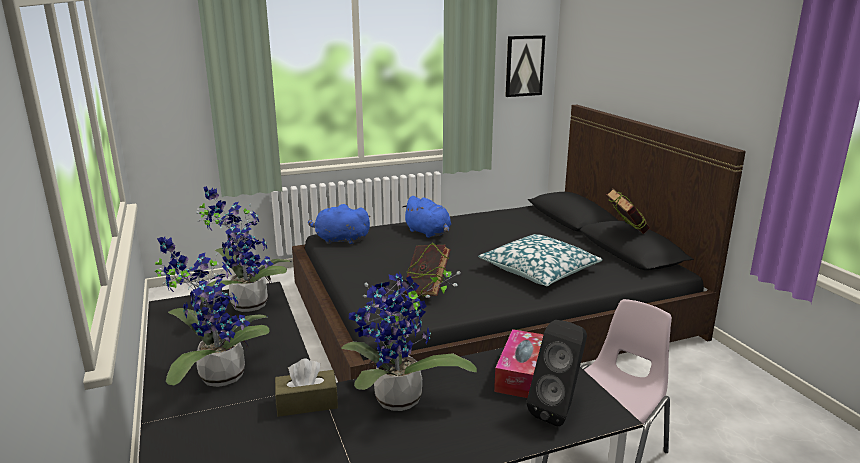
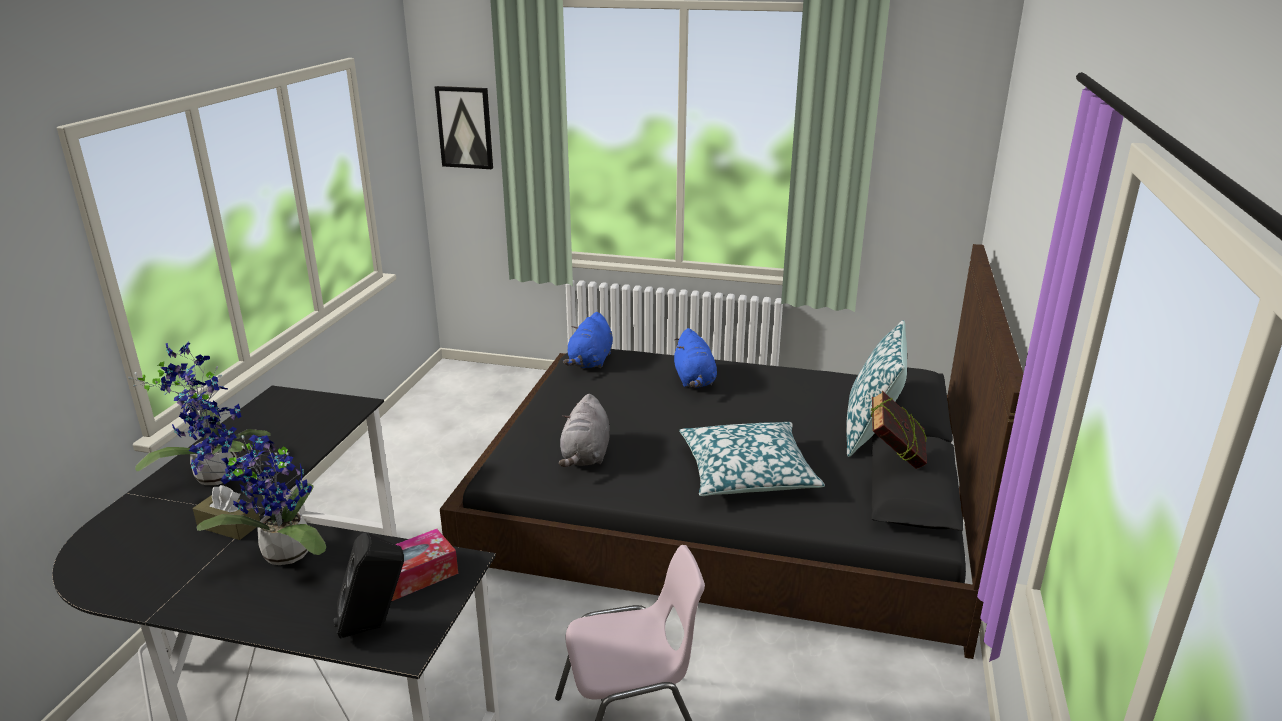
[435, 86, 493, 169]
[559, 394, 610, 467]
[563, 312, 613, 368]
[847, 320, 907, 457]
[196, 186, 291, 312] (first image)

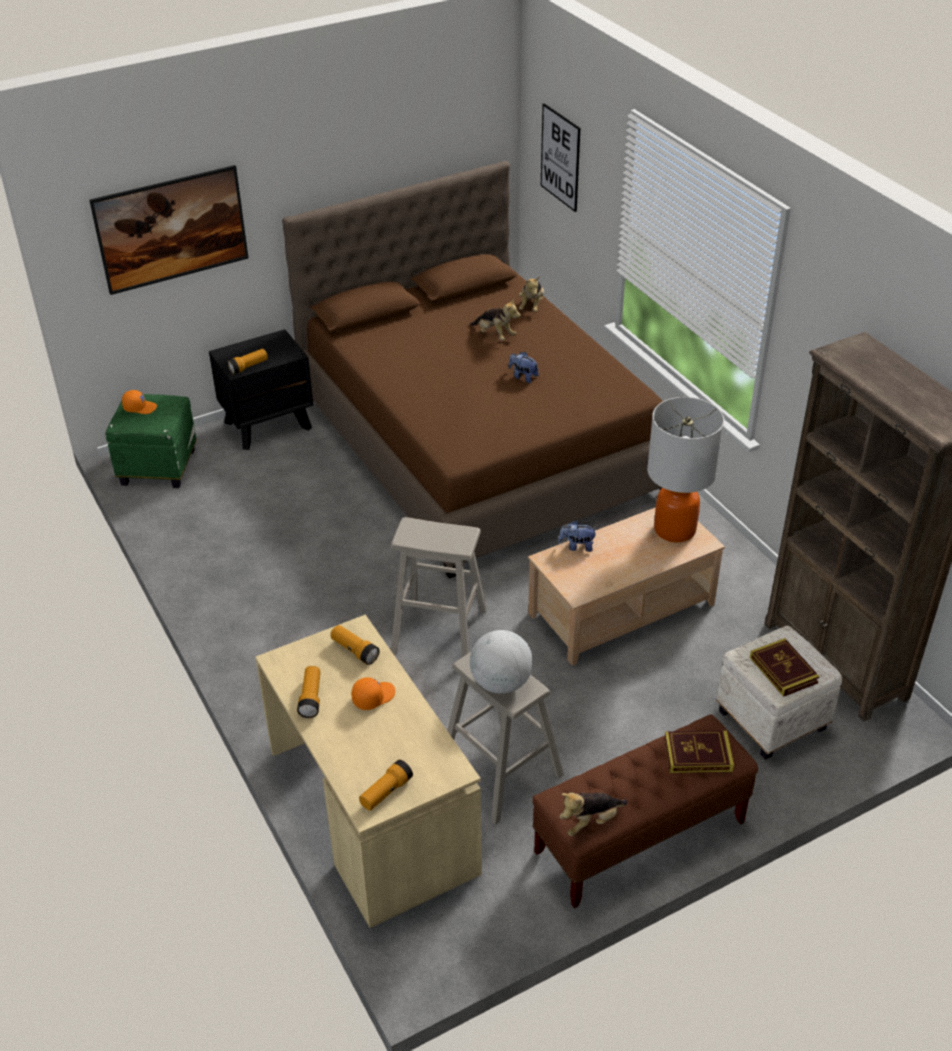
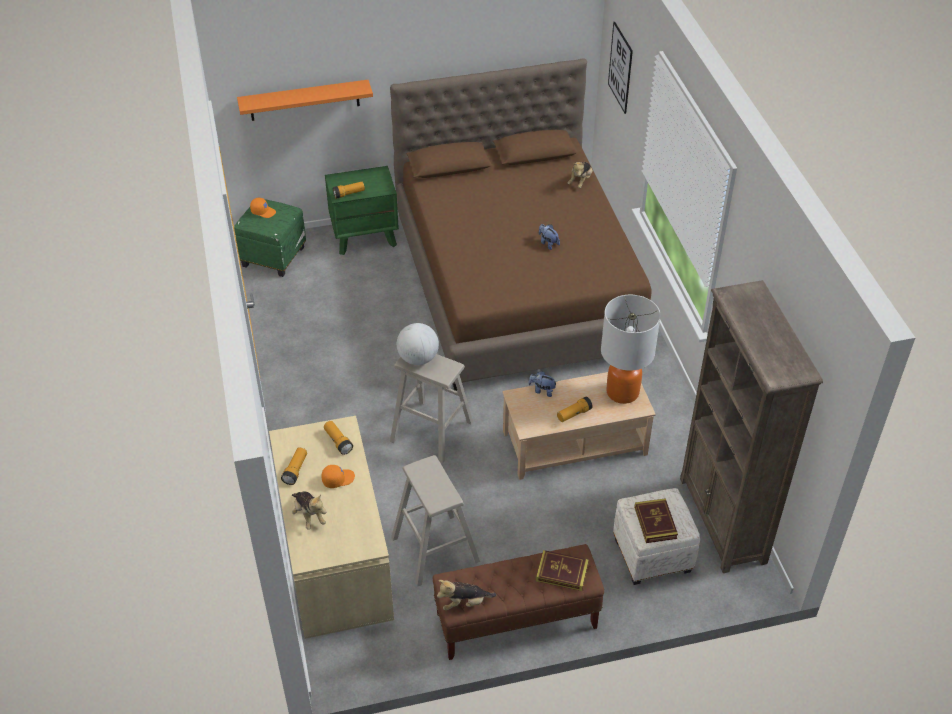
[237, 80, 373, 121]
[292, 492, 326, 530]
[325, 166, 399, 255]
[397, 323, 439, 365]
[557, 397, 593, 422]

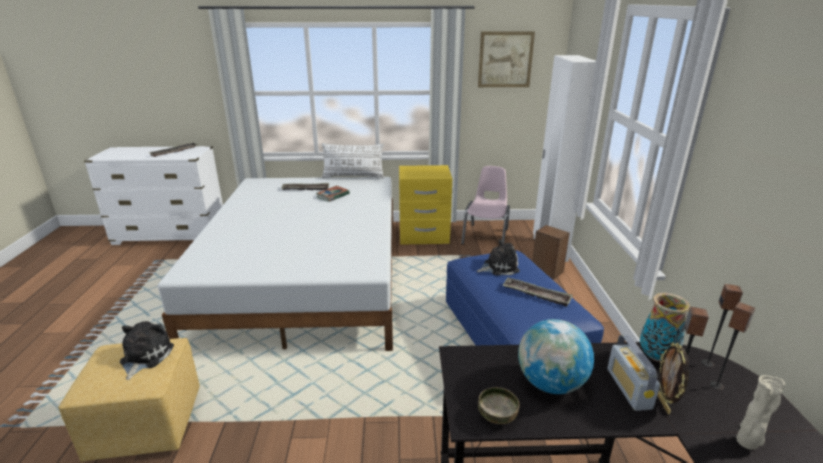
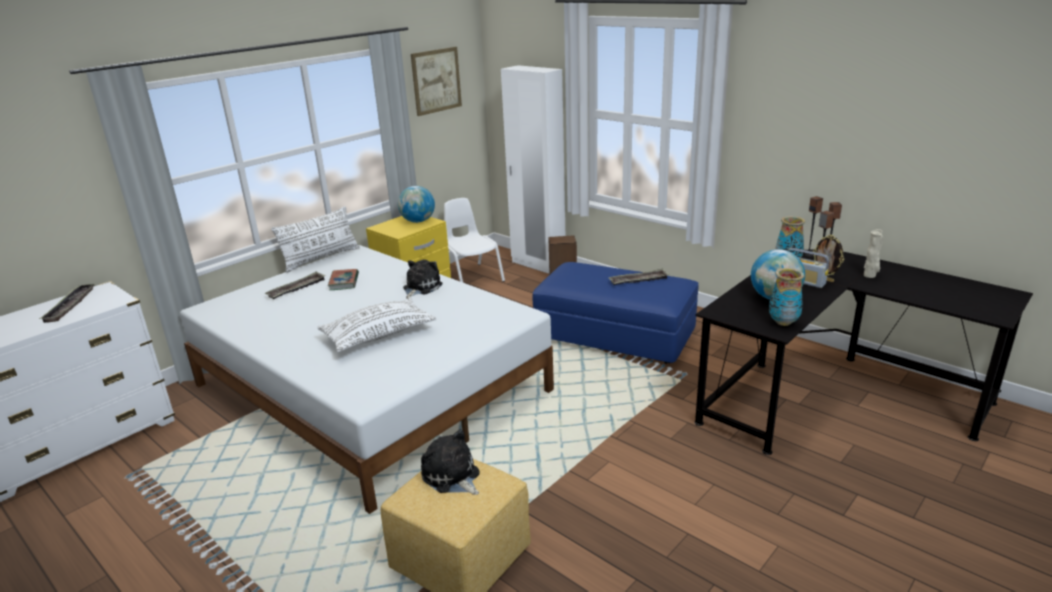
[317, 298, 436, 352]
[398, 186, 435, 223]
[403, 259, 443, 299]
[444, 198, 505, 282]
[769, 268, 804, 326]

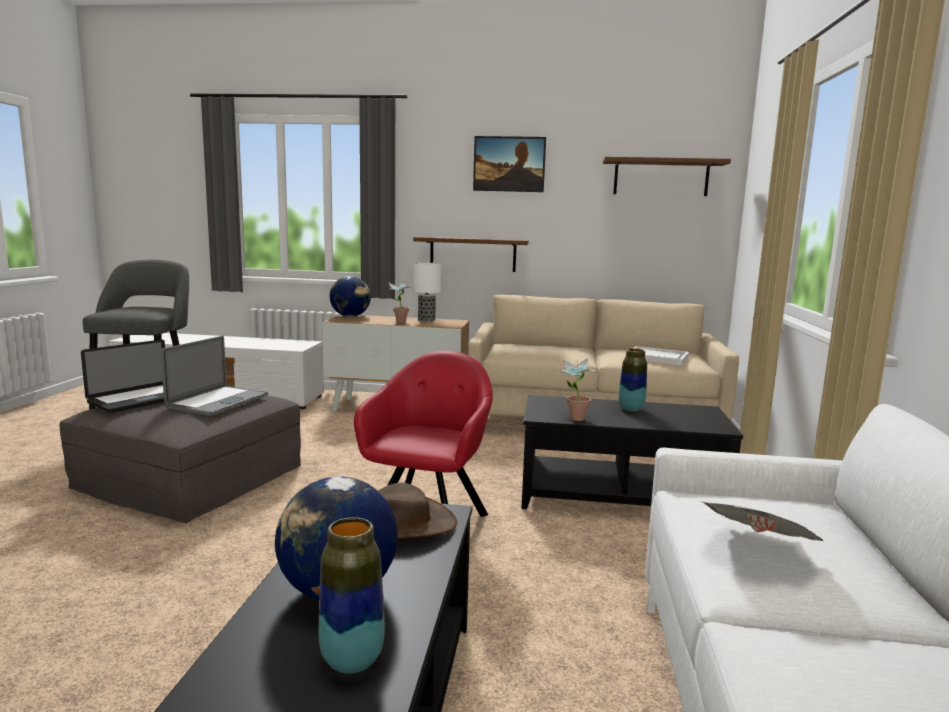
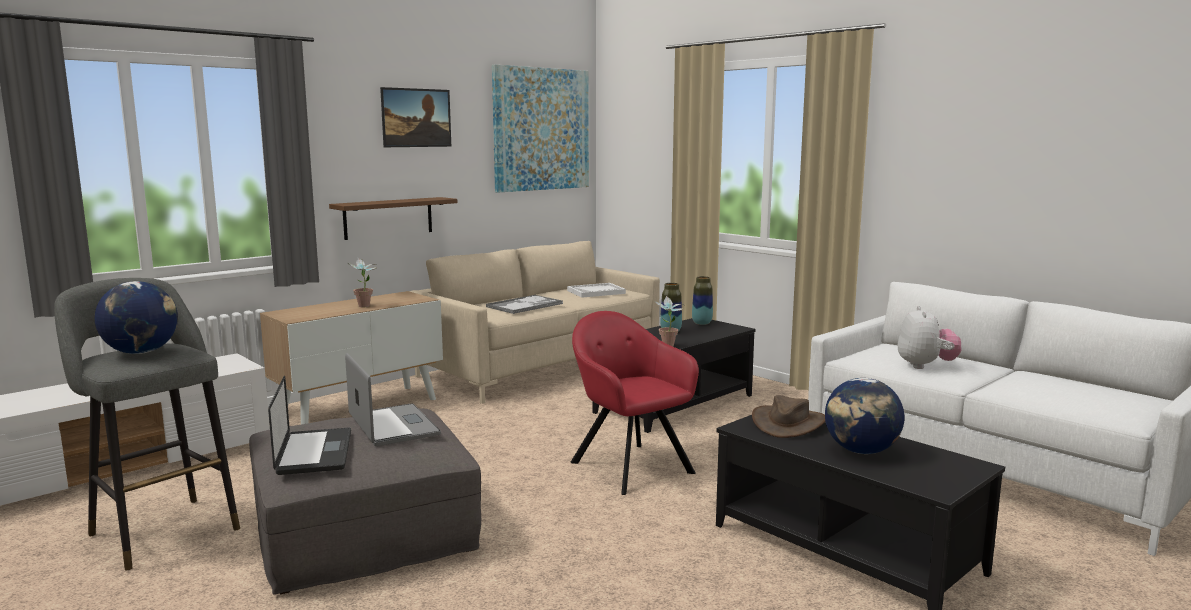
[95, 281, 178, 354]
[486, 295, 563, 314]
[492, 65, 589, 192]
[692, 276, 713, 325]
[898, 306, 961, 369]
[413, 262, 442, 322] (first image)

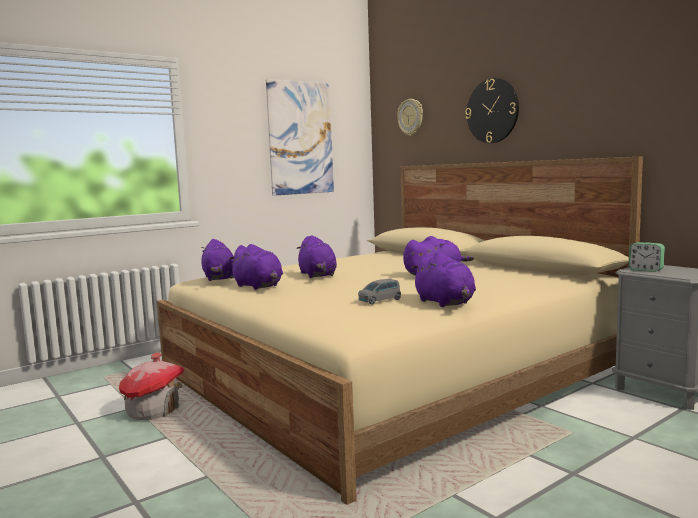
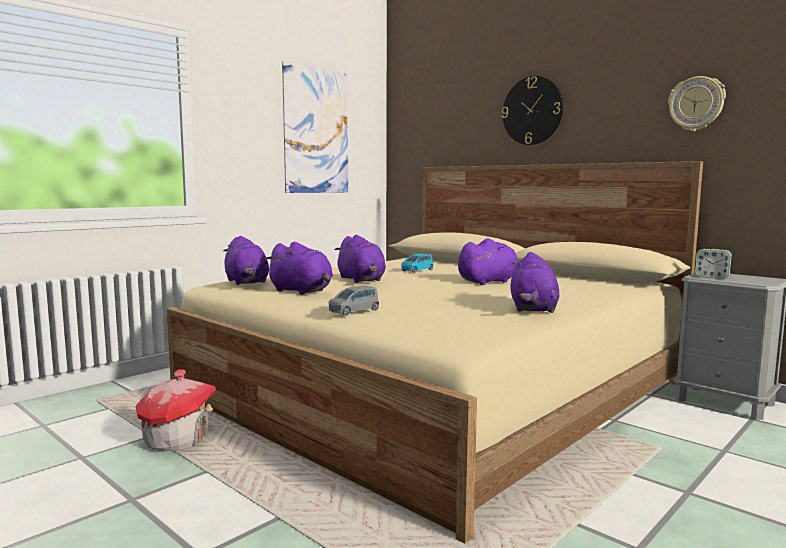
[329, 286, 379, 316]
[401, 254, 433, 273]
[510, 252, 559, 313]
[668, 76, 726, 132]

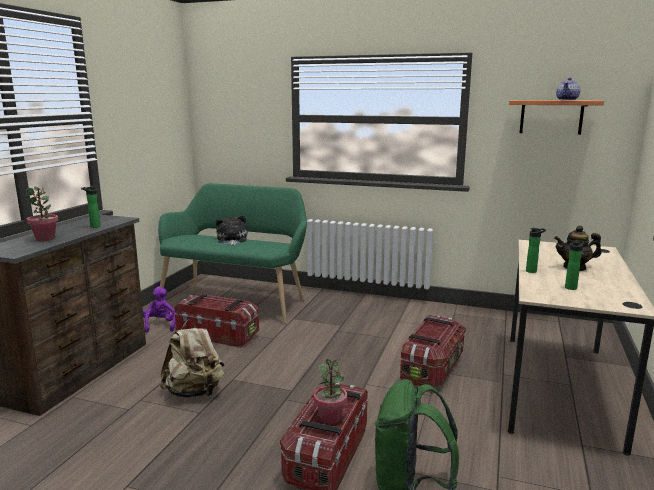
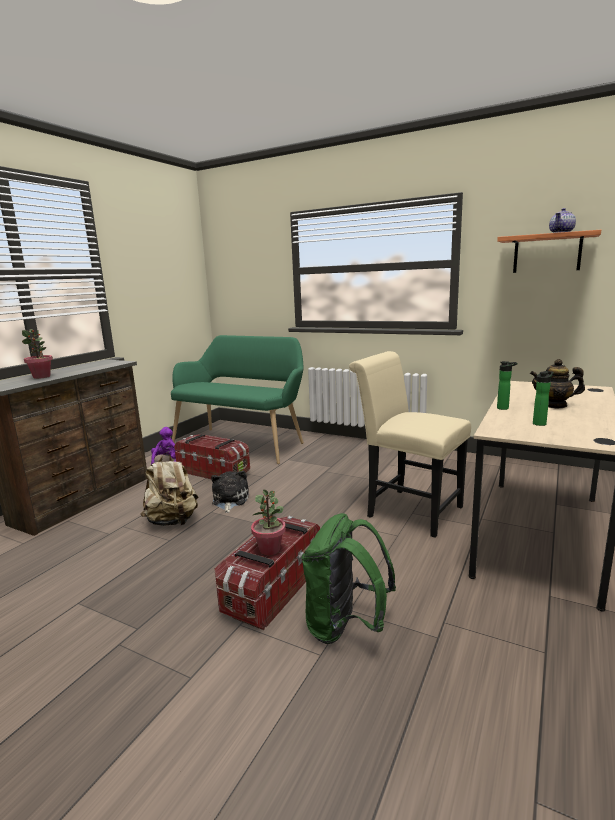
[211, 471, 249, 513]
[349, 351, 471, 538]
[81, 186, 101, 228] (first image)

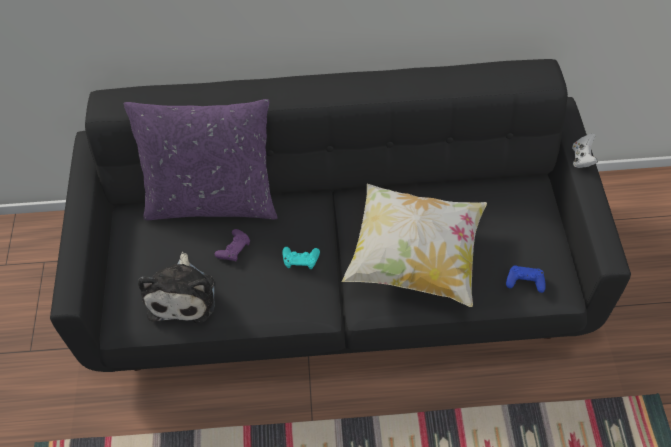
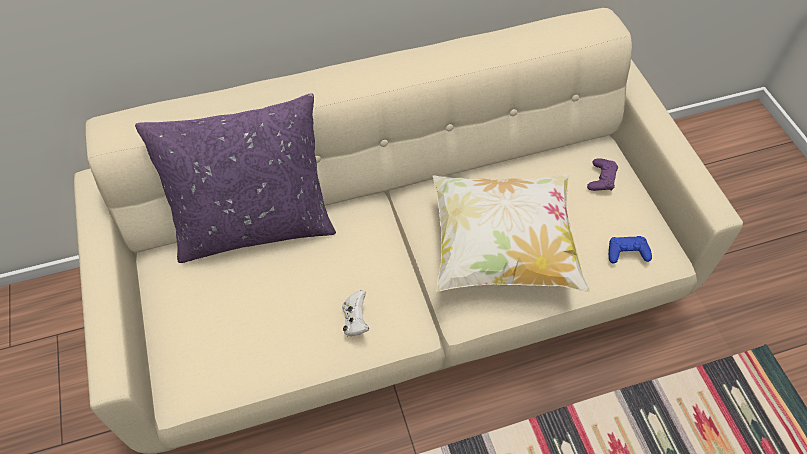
[74, 8, 743, 454]
[342, 290, 369, 336]
[587, 159, 618, 191]
[138, 252, 215, 323] (first image)
[282, 247, 320, 269] (first image)

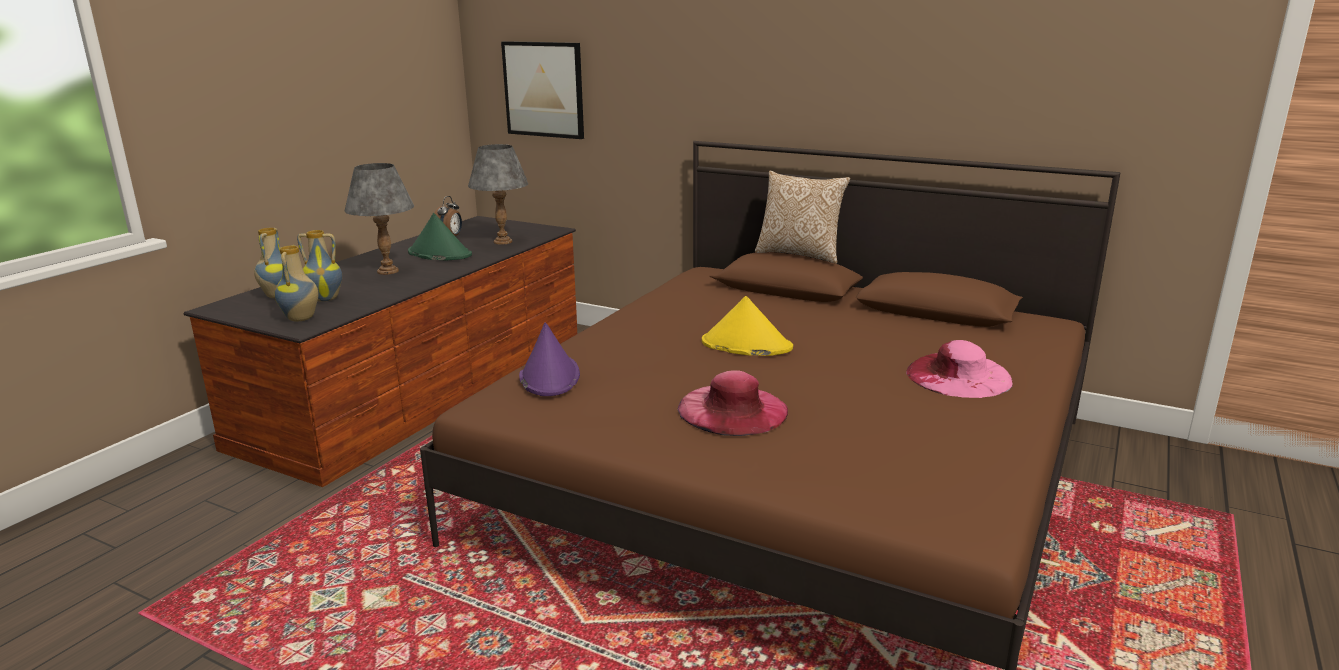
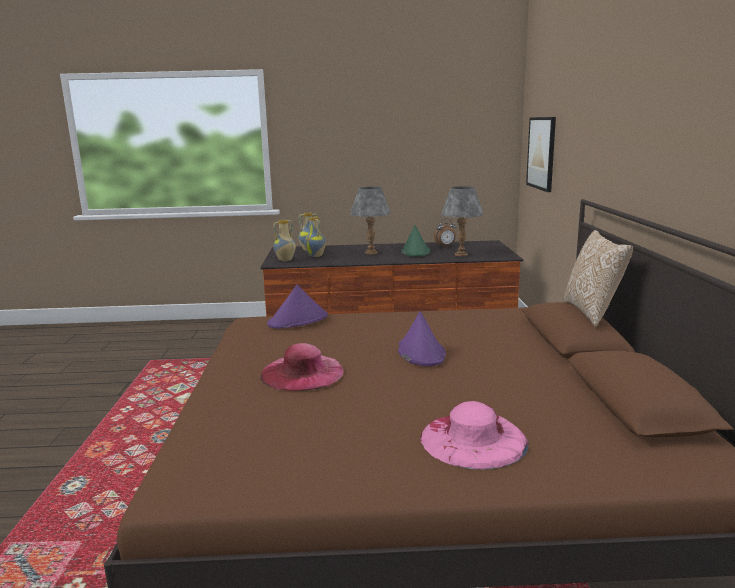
[398, 311, 446, 366]

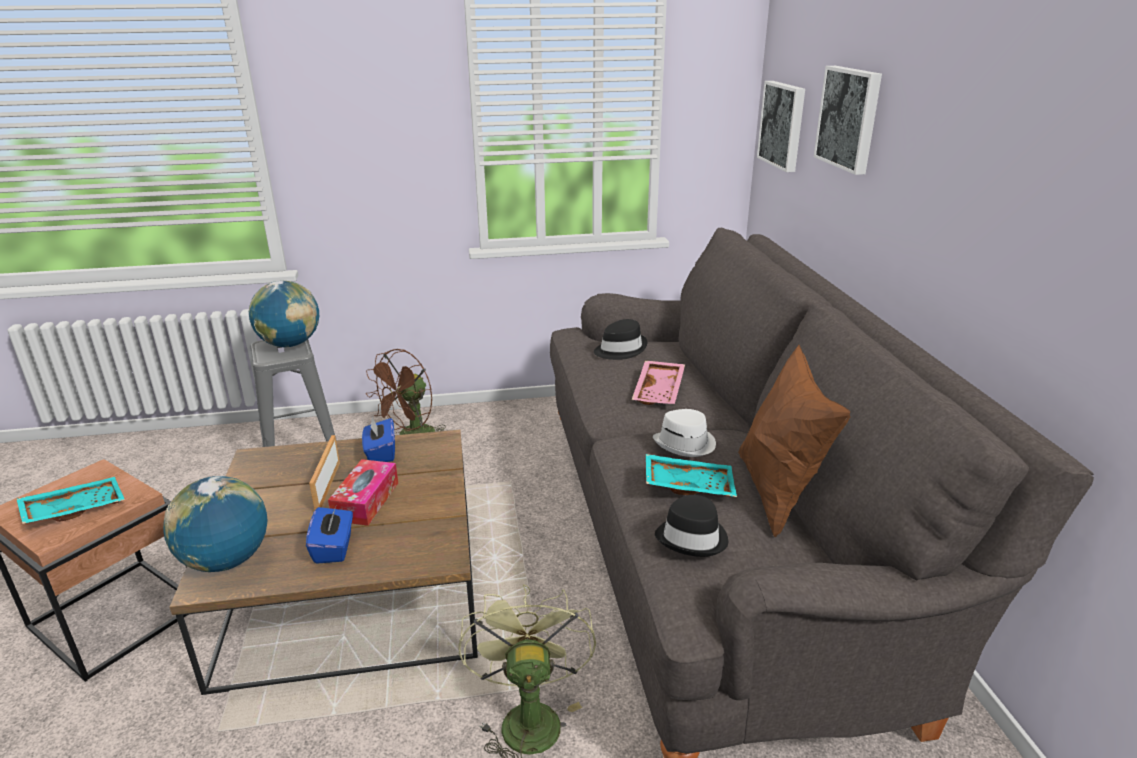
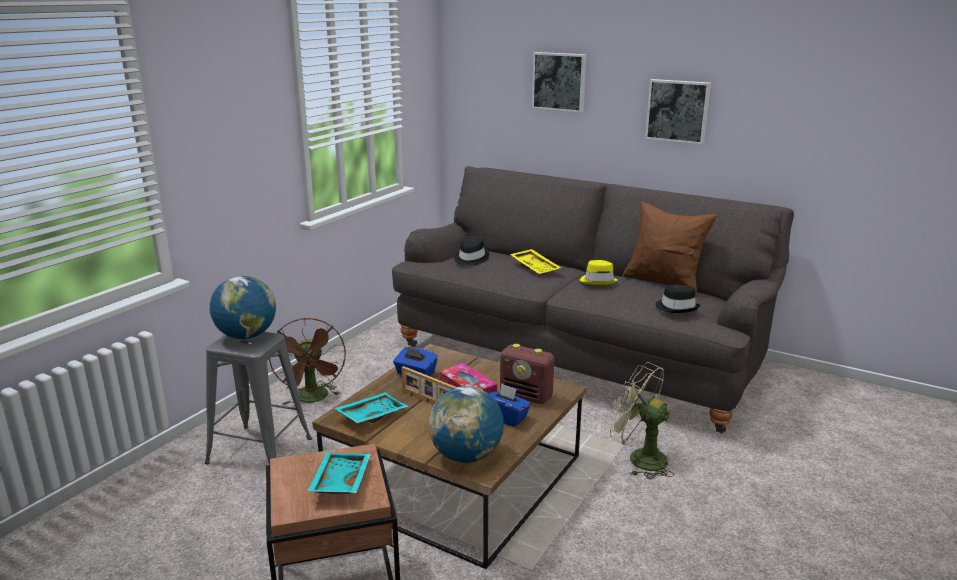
[334, 392, 409, 423]
[500, 344, 554, 404]
[510, 249, 561, 275]
[580, 260, 618, 285]
[645, 79, 711, 144]

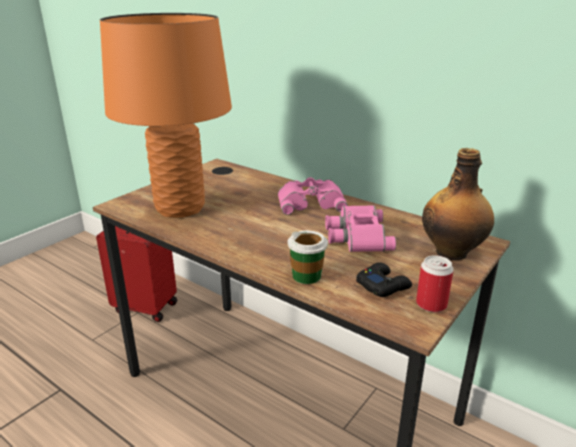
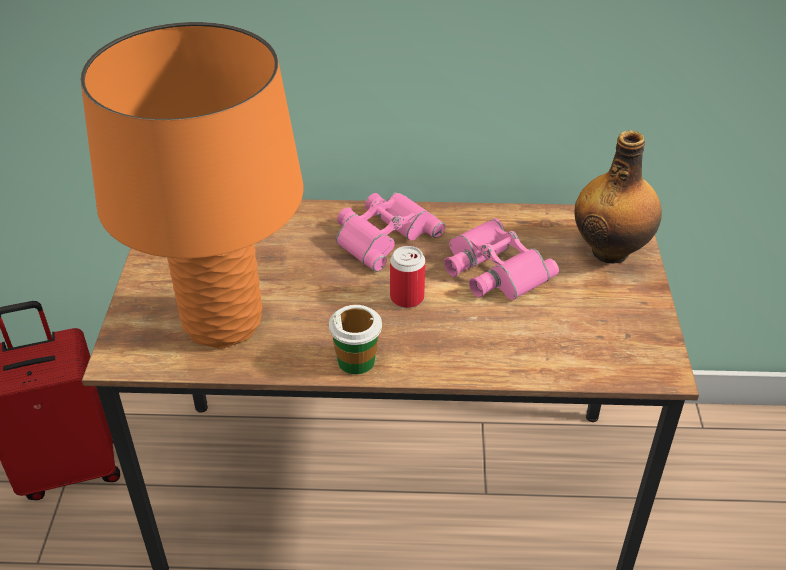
[329, 305, 382, 374]
[390, 246, 425, 308]
[356, 262, 412, 297] (first image)

